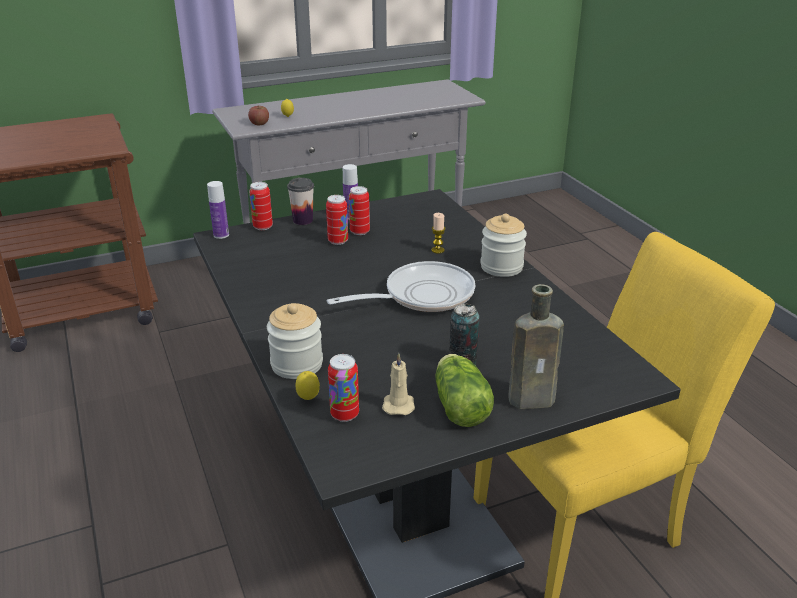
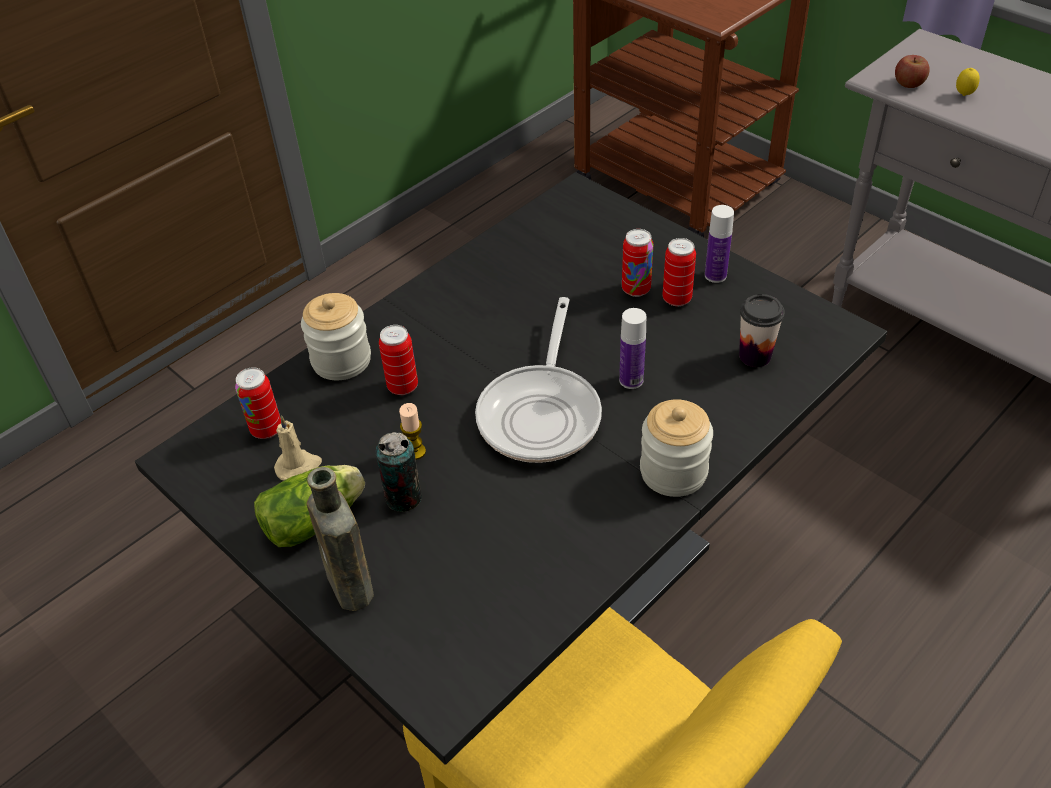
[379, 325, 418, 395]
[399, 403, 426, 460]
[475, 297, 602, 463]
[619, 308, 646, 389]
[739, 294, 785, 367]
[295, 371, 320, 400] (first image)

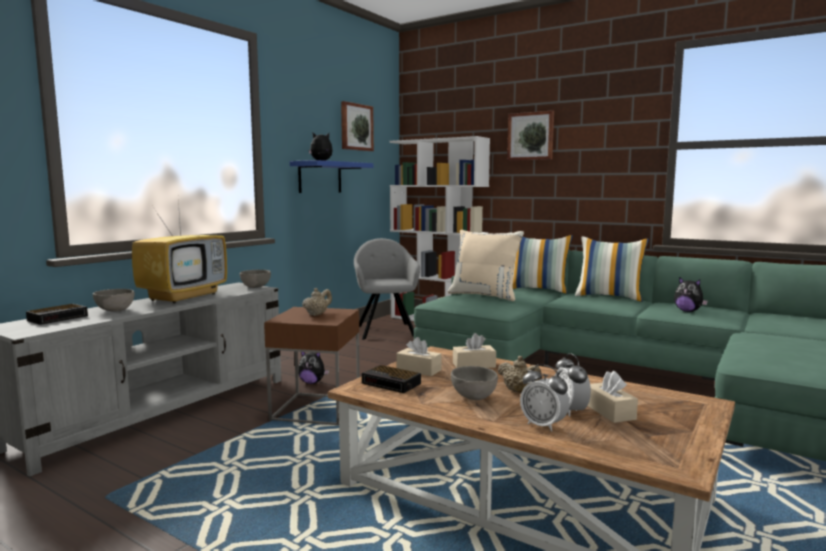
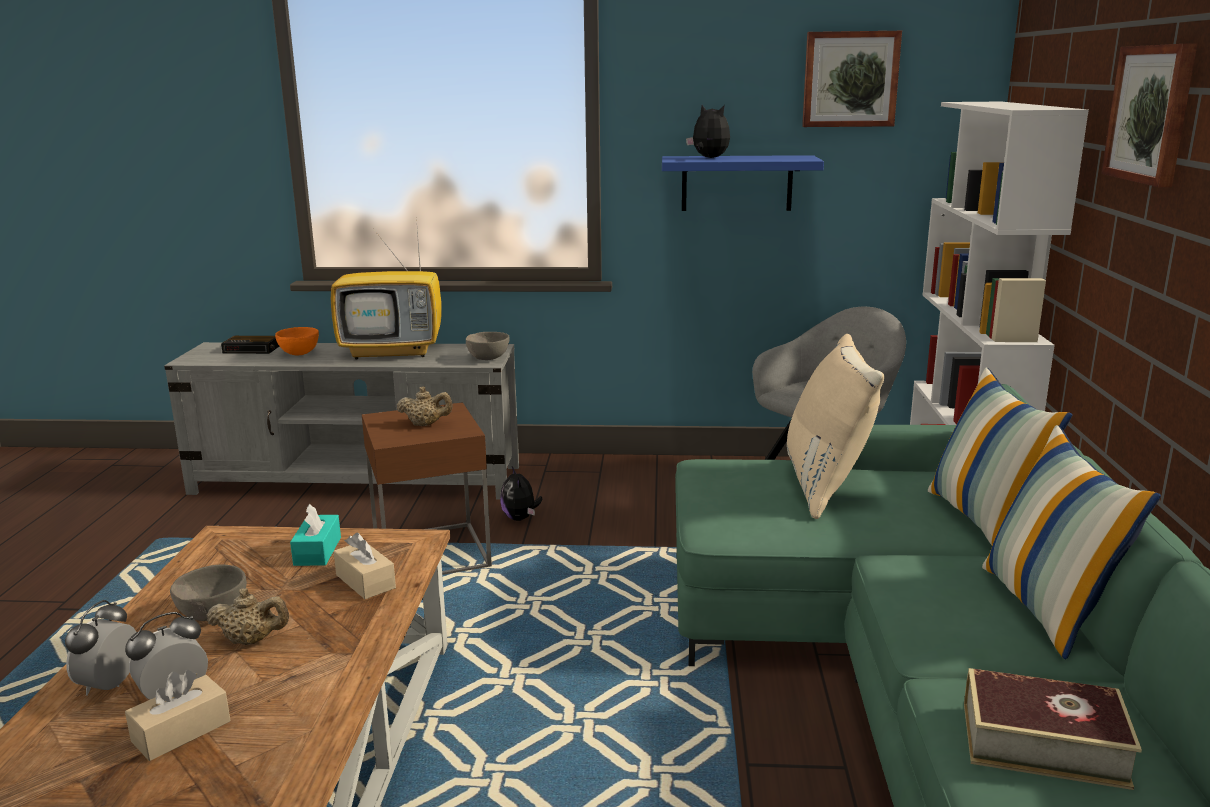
[206, 588, 289, 645]
[275, 327, 319, 355]
[290, 504, 341, 566]
[964, 668, 1142, 790]
[362, 365, 421, 393] (first image)

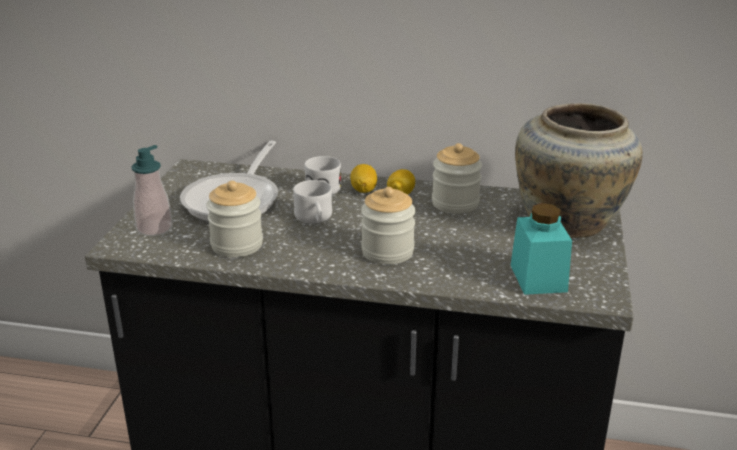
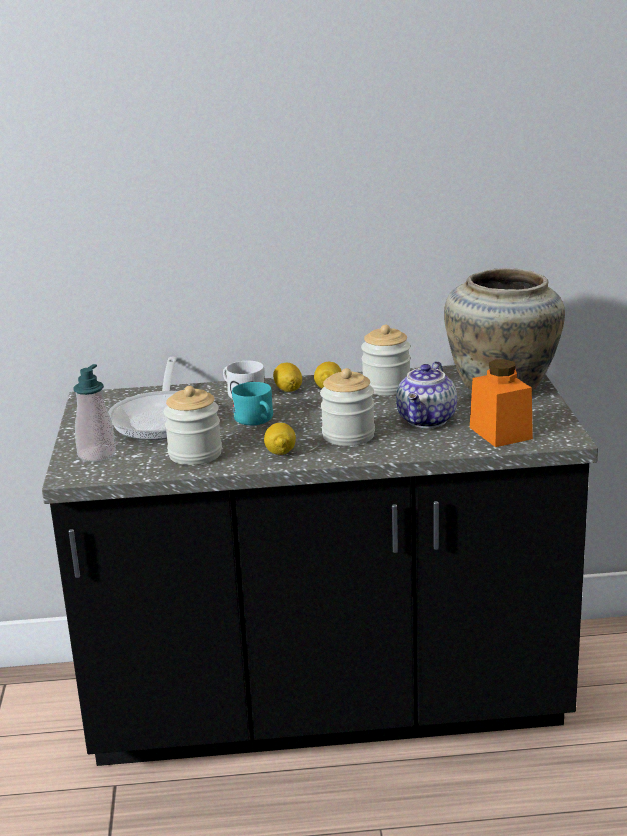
[232, 382, 273, 426]
[264, 423, 296, 455]
[396, 361, 457, 428]
[470, 359, 533, 447]

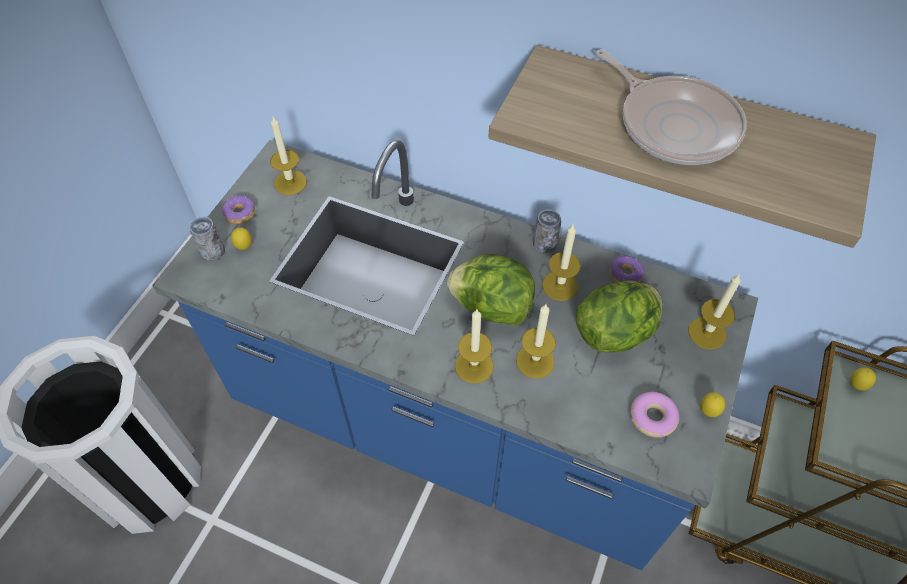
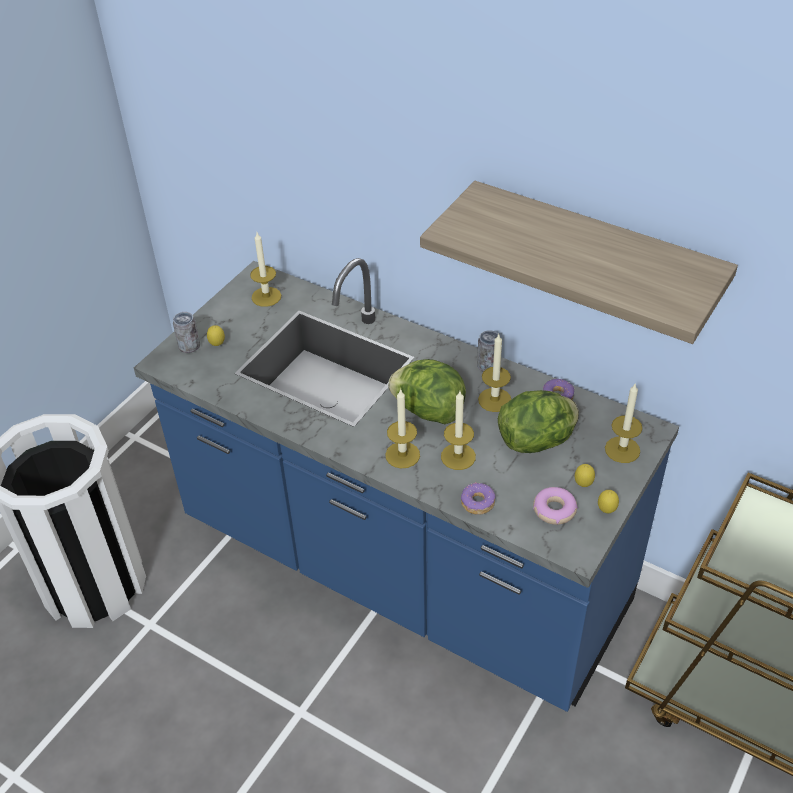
[461, 482, 495, 515]
[575, 464, 595, 487]
[595, 49, 747, 165] (first image)

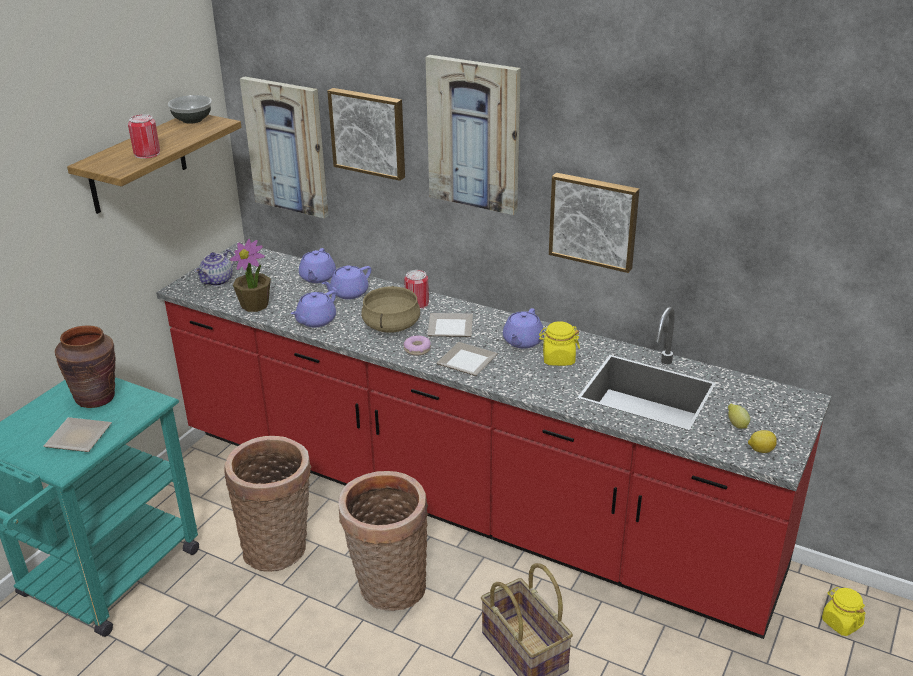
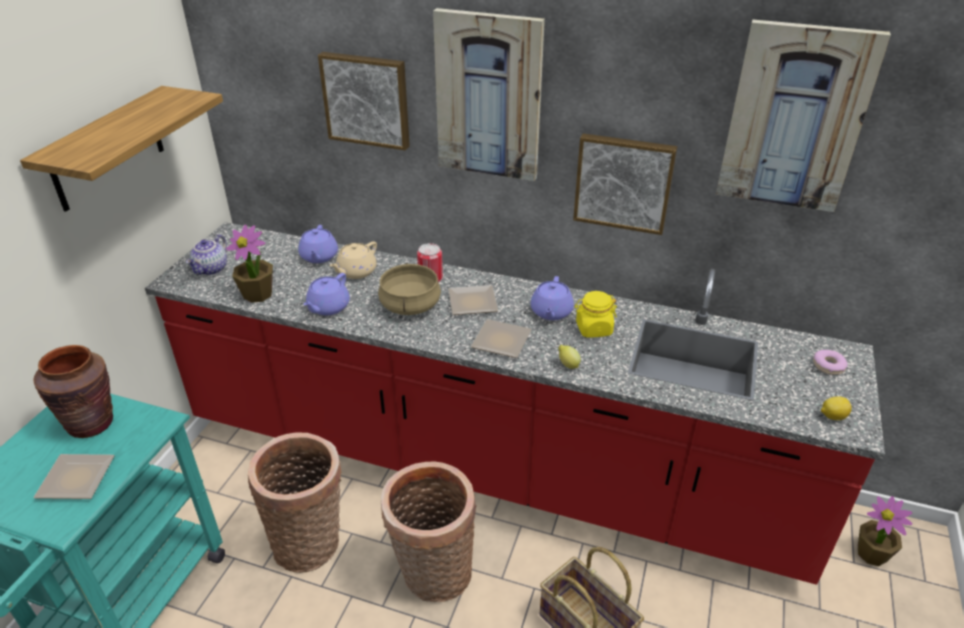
[329, 241, 377, 279]
[559, 345, 581, 369]
[716, 19, 891, 212]
[813, 350, 848, 375]
[858, 496, 913, 566]
[128, 114, 160, 159] (first image)
[168, 95, 212, 124] (first image)

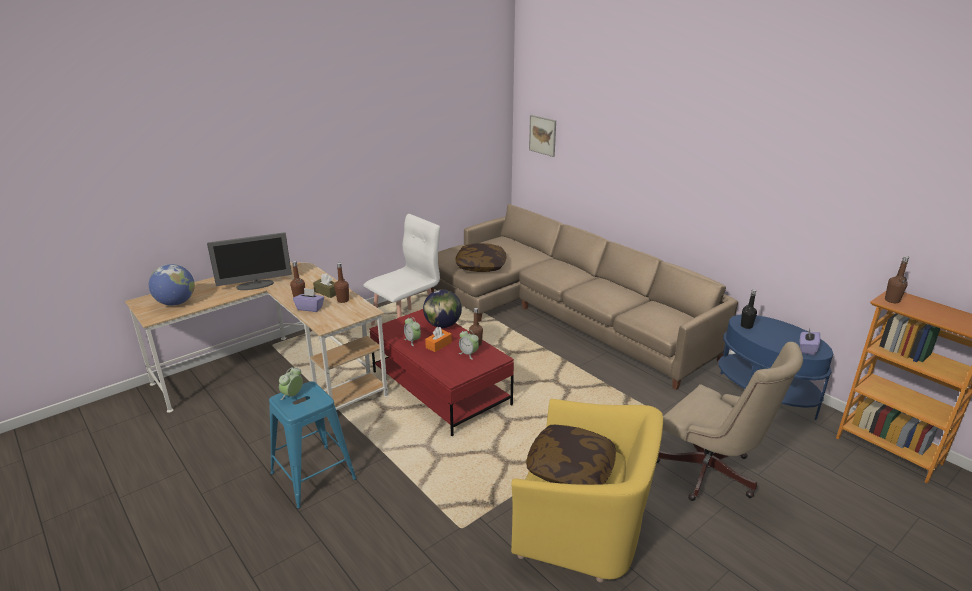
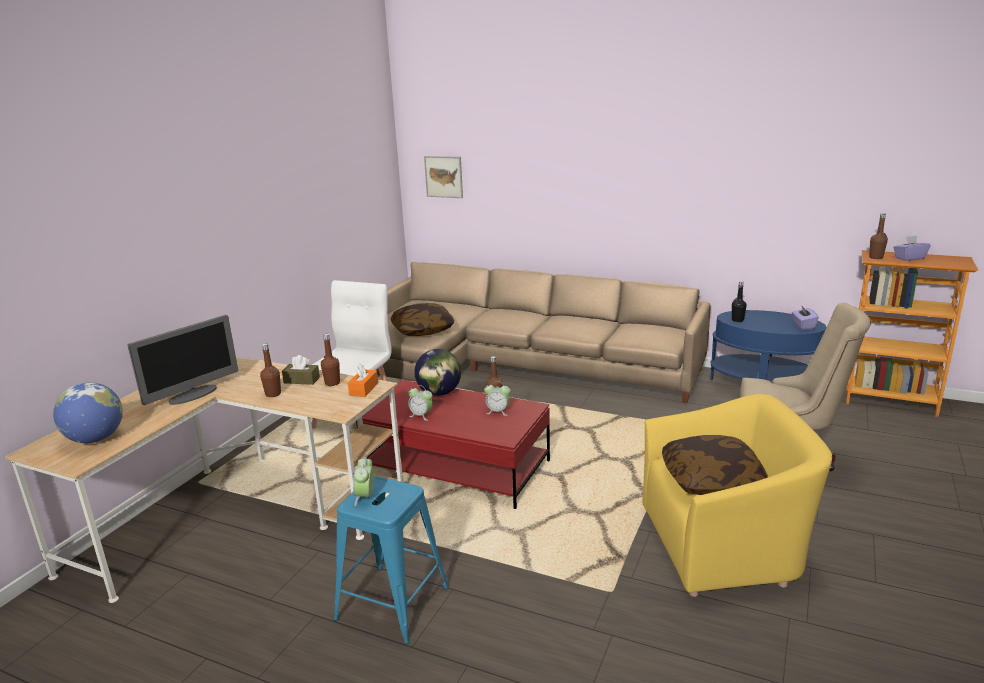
[348, 364, 378, 397]
[893, 235, 931, 261]

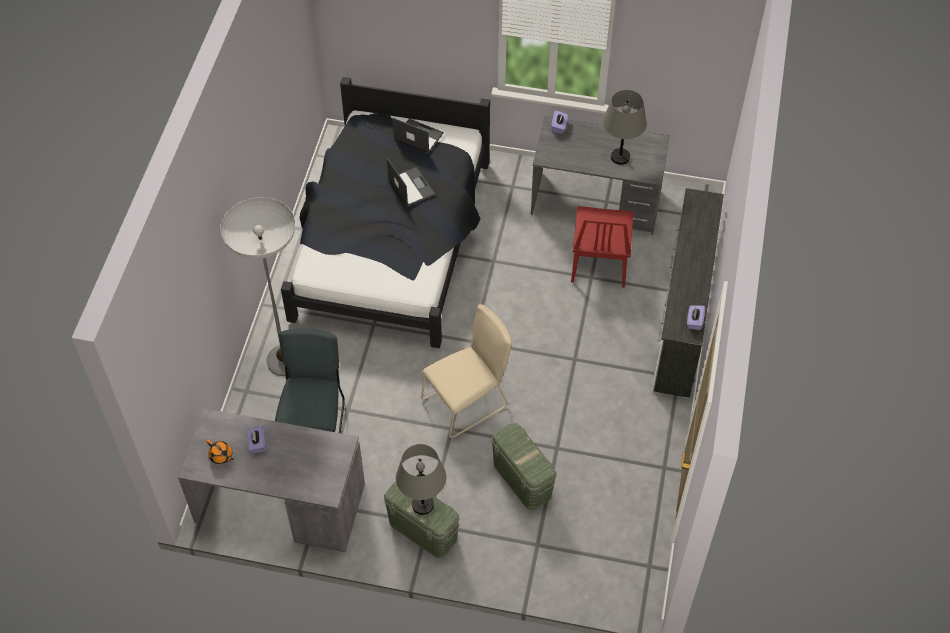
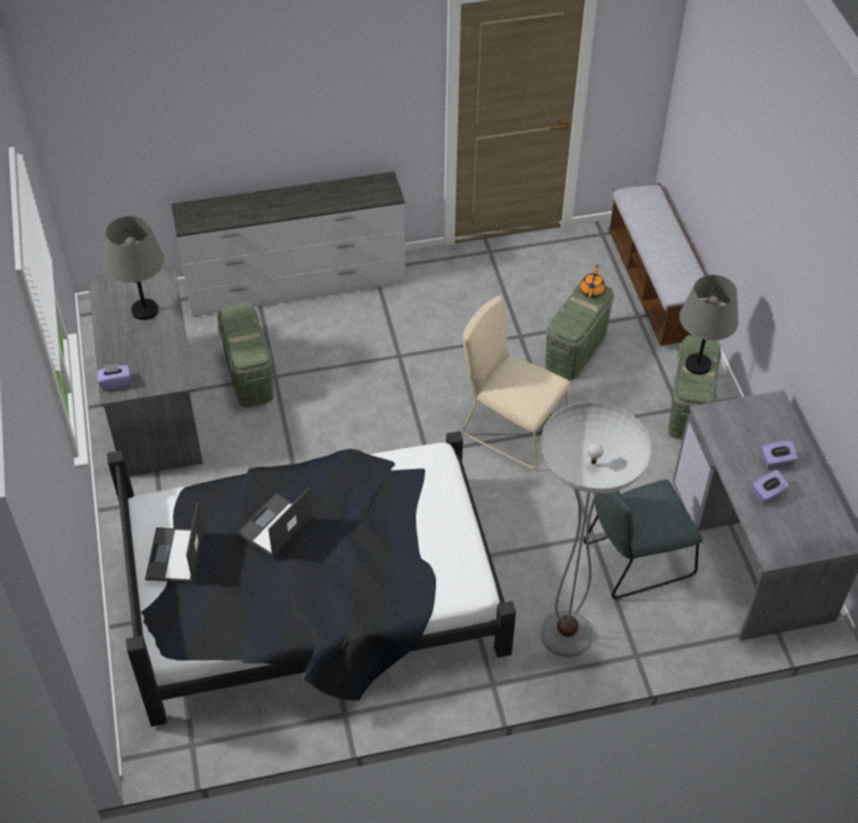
[217, 303, 274, 408]
[580, 265, 606, 299]
[608, 183, 708, 346]
[761, 441, 798, 469]

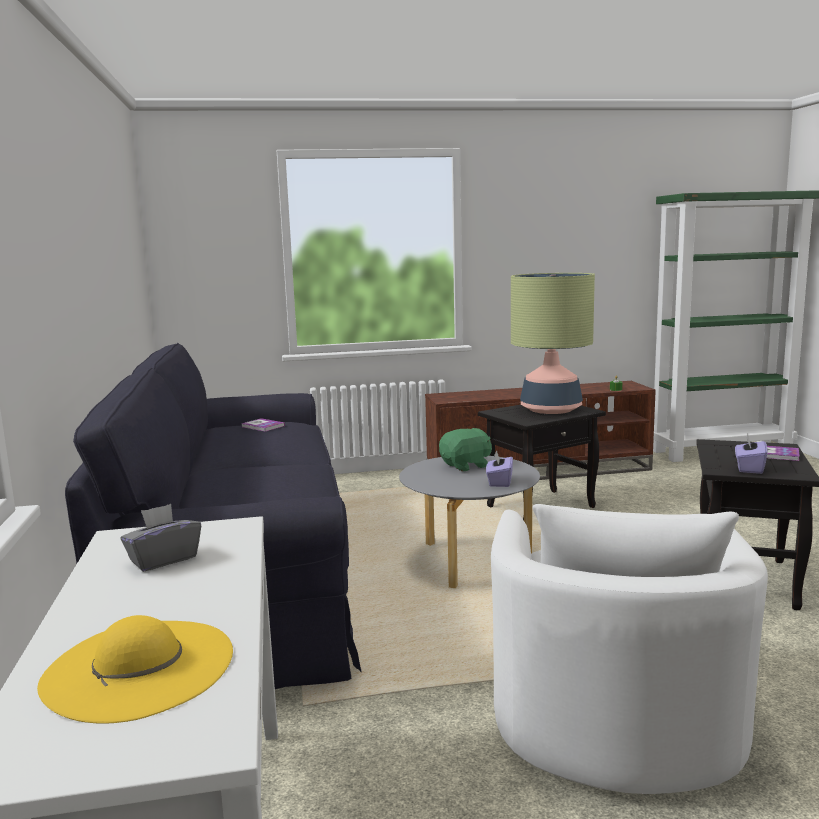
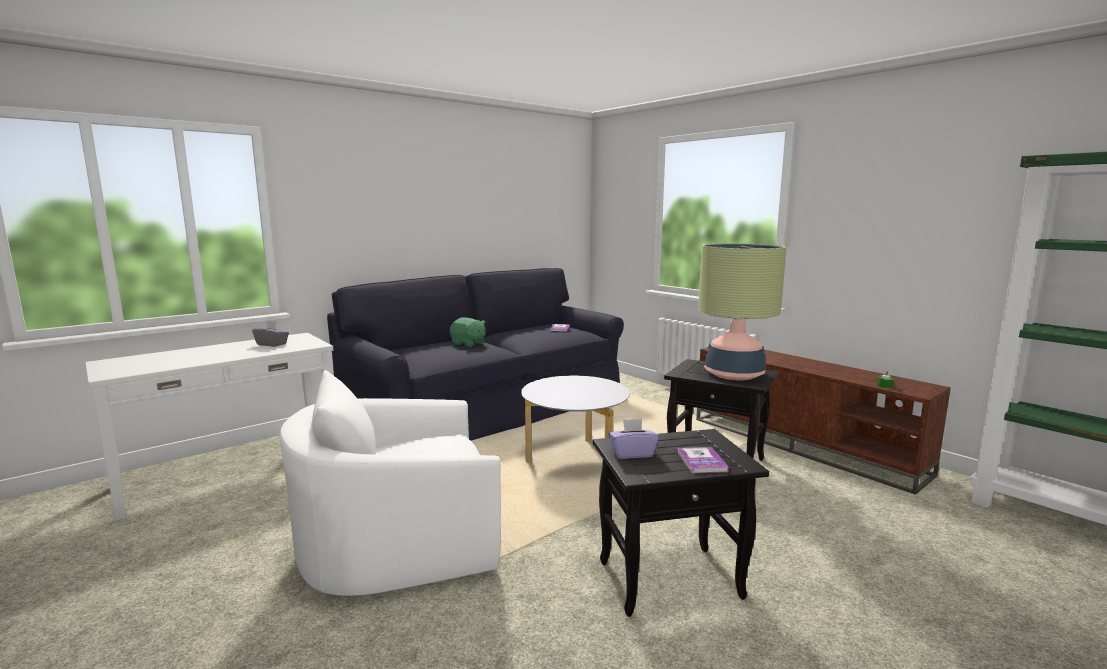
[450, 317, 486, 347]
[37, 615, 233, 724] (first image)
[486, 450, 513, 487] (first image)

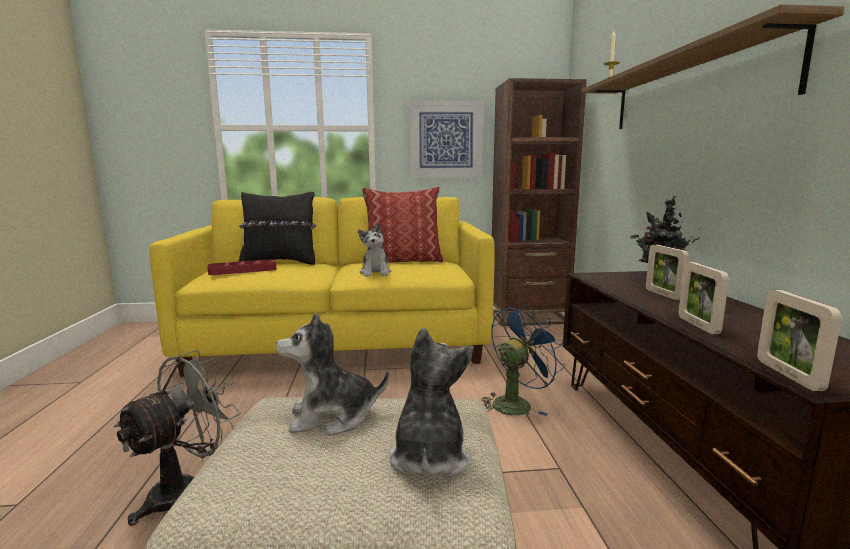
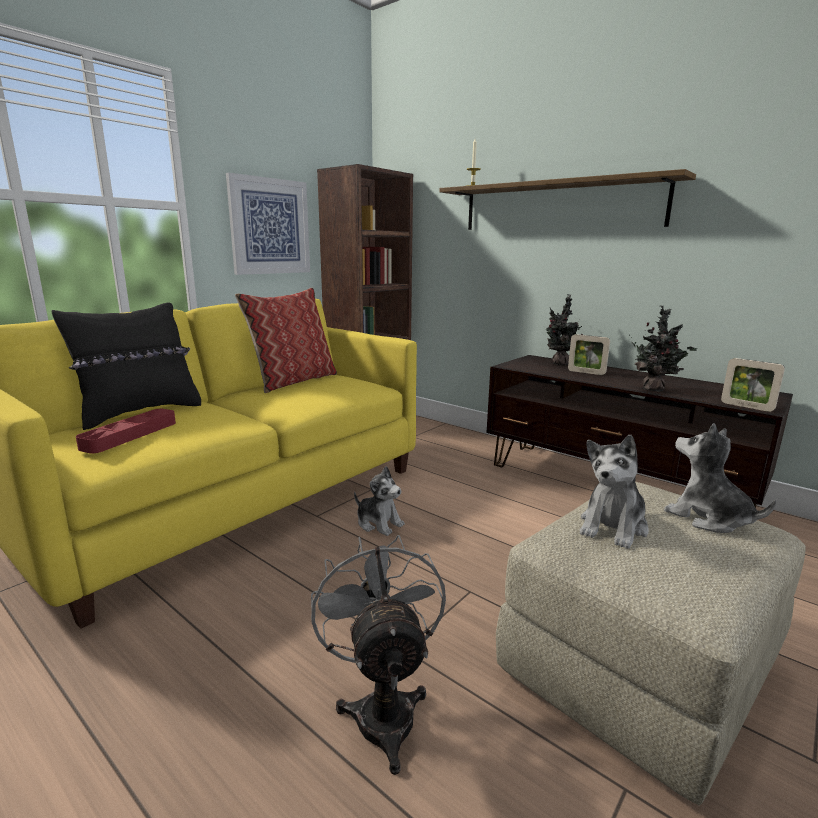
[354, 466, 405, 536]
[629, 305, 697, 391]
[482, 305, 565, 416] (first image)

